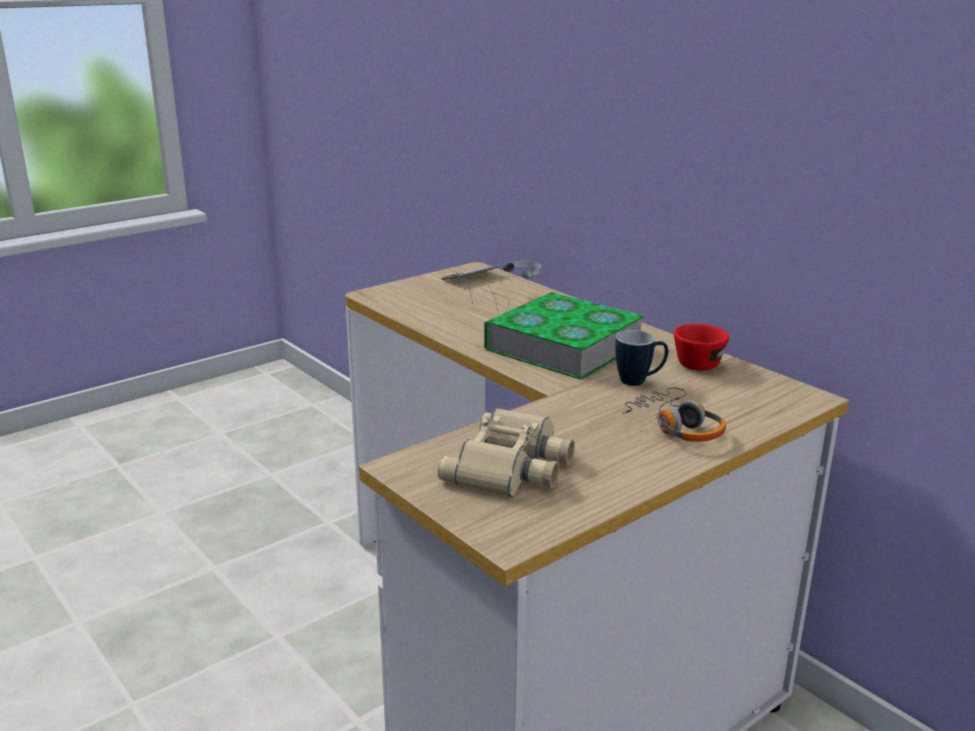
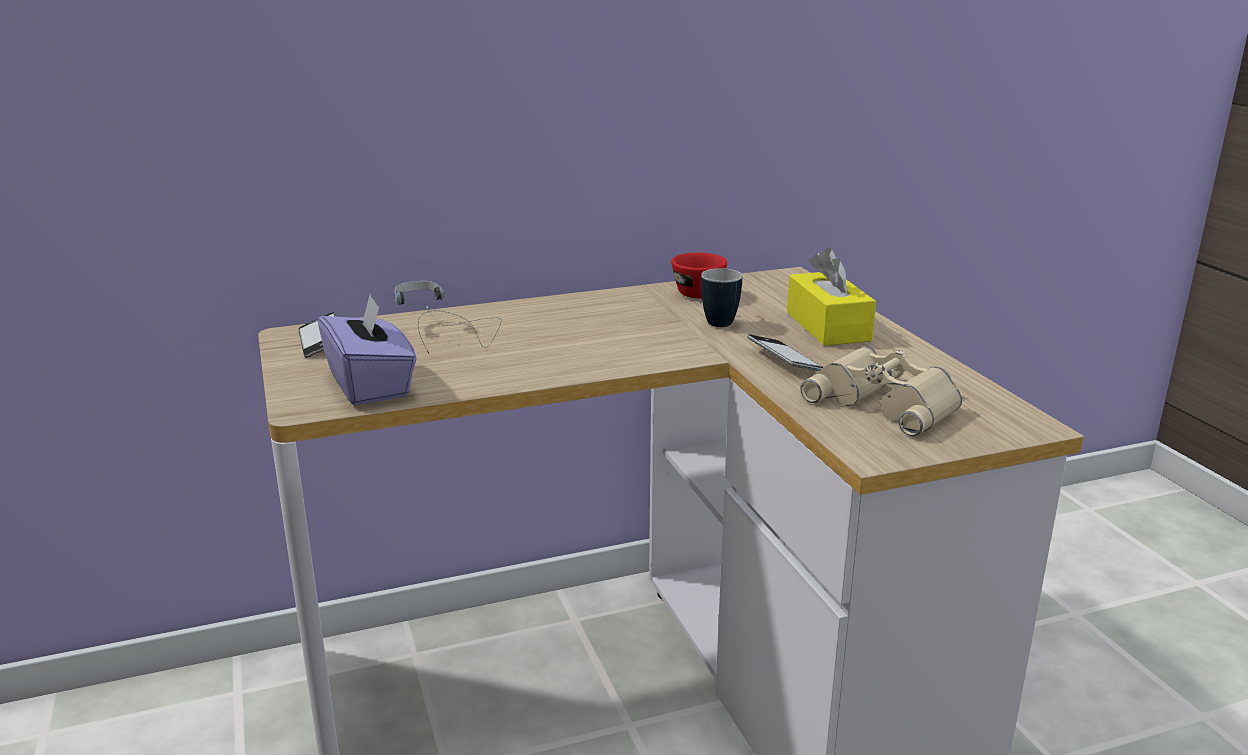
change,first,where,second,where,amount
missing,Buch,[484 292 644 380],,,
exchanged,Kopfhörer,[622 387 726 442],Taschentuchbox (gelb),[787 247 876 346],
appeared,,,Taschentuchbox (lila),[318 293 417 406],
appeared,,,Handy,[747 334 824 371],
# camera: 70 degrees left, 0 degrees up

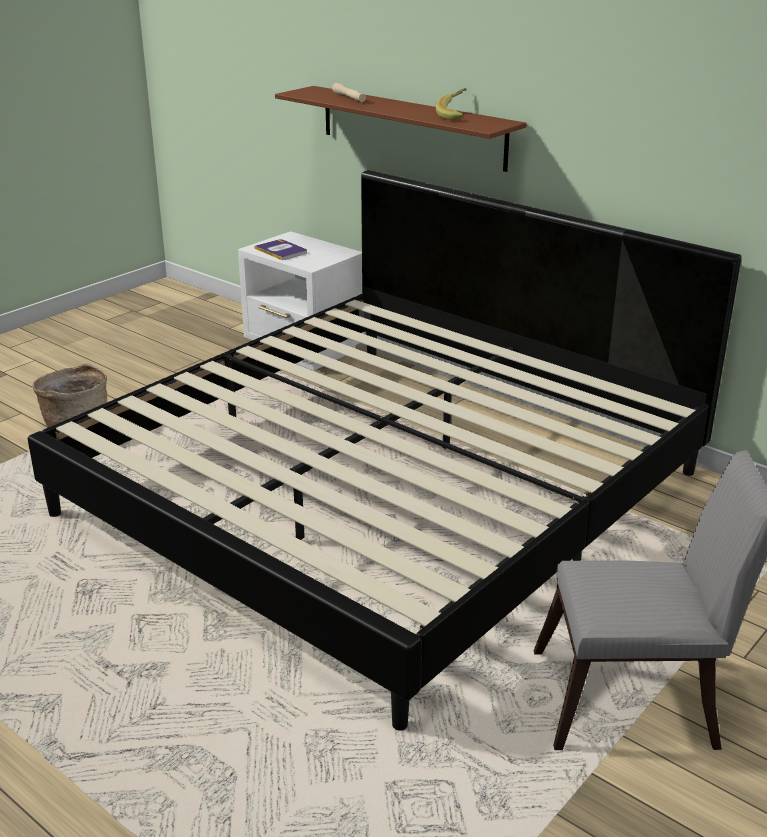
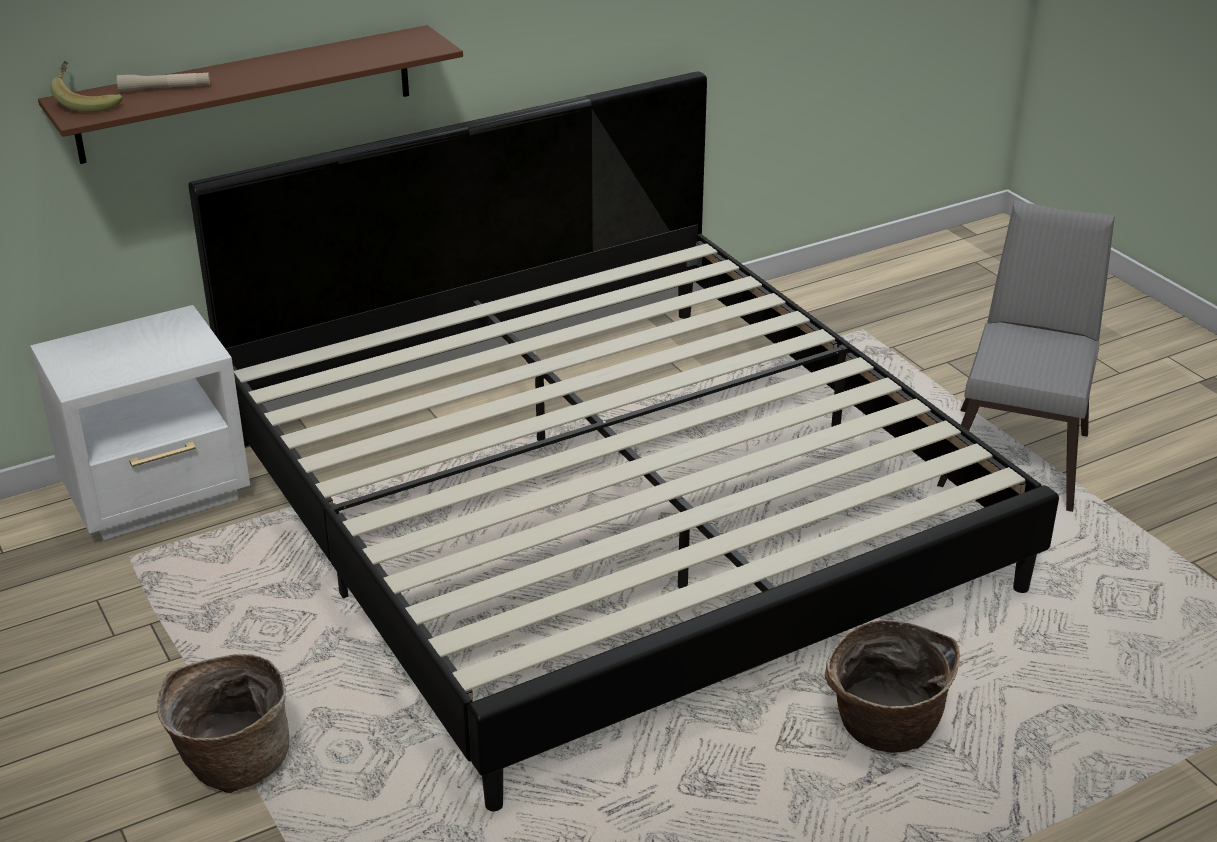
change,first,where,second,where,amount
missing,Buch,[254 239 307 260],,,
relocated,Banane,[436 88 467 120],,[50 61 123 112],
appeared,,,Korb,[825 620 960 753],
# camera: 70 degrees left, 5 degrees up

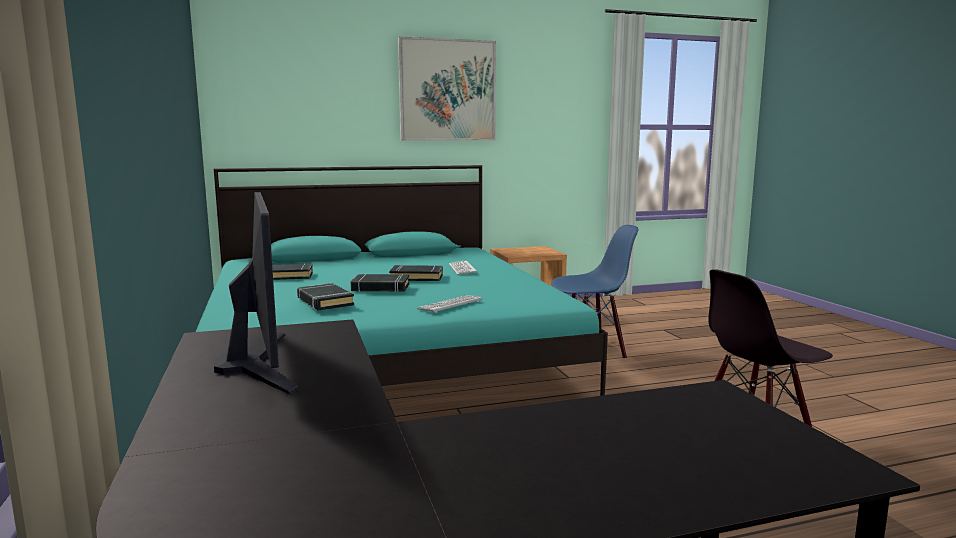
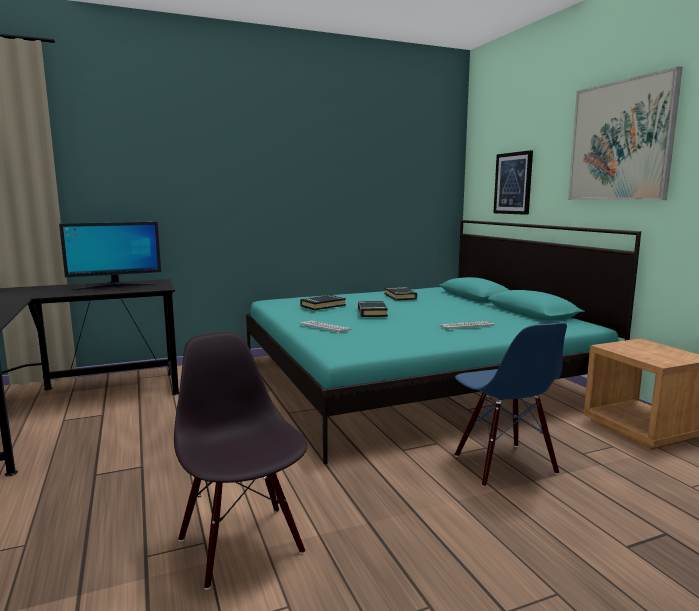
change,first,where,second,where,amount
missing,Buch (schwarz),[389 265 443 281],,,
appeared,,,Bild,[494 150 533 215],
# camera: 85 degrees right, 0 degrees up

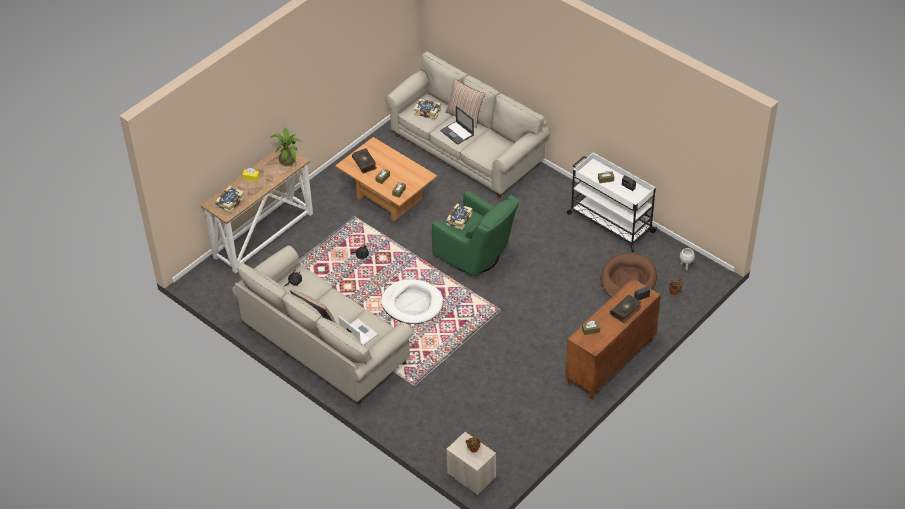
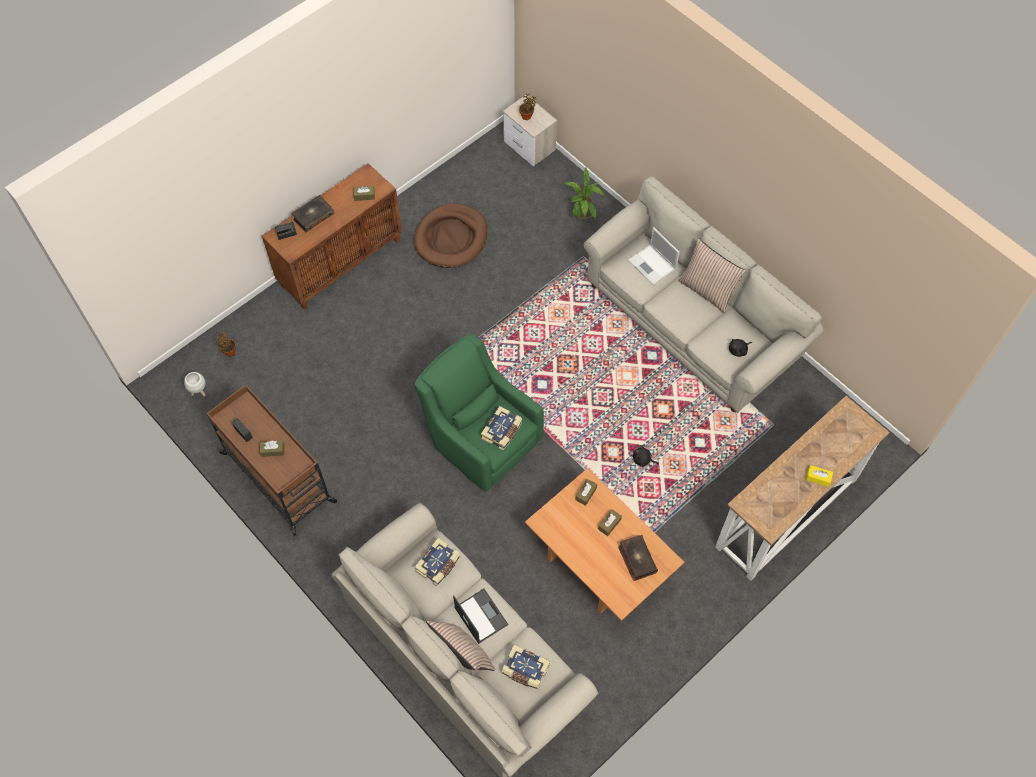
change,first,where,second,where,amount
relocated,Buch,[215 186 245 213],,[415 538 461 586],
relocated,Topfpflanze,[271 127 302 166],,[565 168 604 219],
missing,Hundebett (weiß),[381 279 443 324],,,
colour,Rollwagen (weiß),[567 152 657 252],Rollwagen (braun),[206 385 337 536],
relocated,Hundebett (braun),[601 253 657 297],,[414 203 487 268],
# camera: 175 degrees left, 15 degrees up

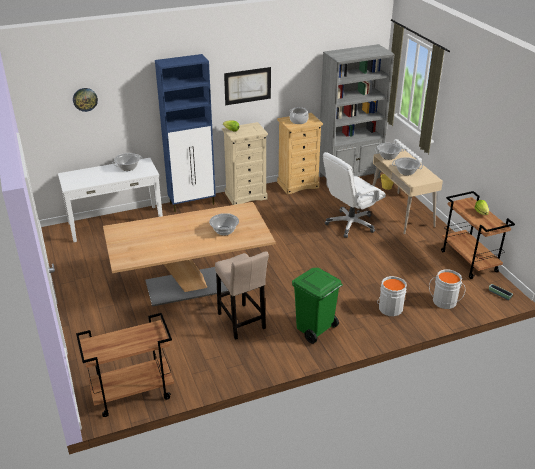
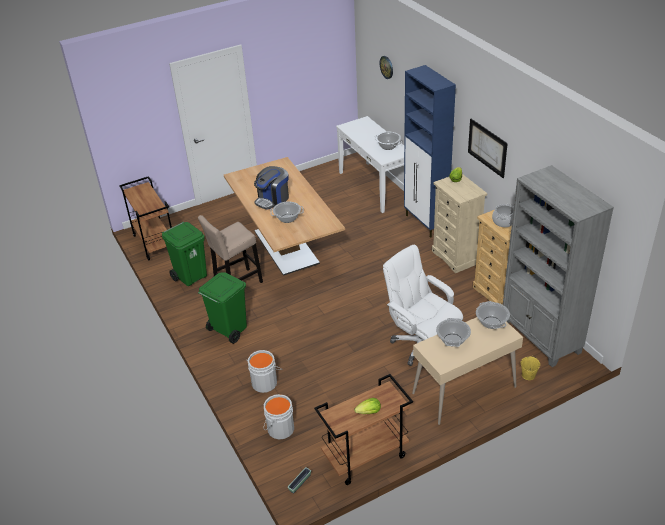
change,first,where,second,where,amount
appeared,,,Mülleimer (grün),[162 222 207 286],
appeared,,,Kaffeemaschine,[254 166 289 210],
# camera: 85 degrees right, 5 degrees up

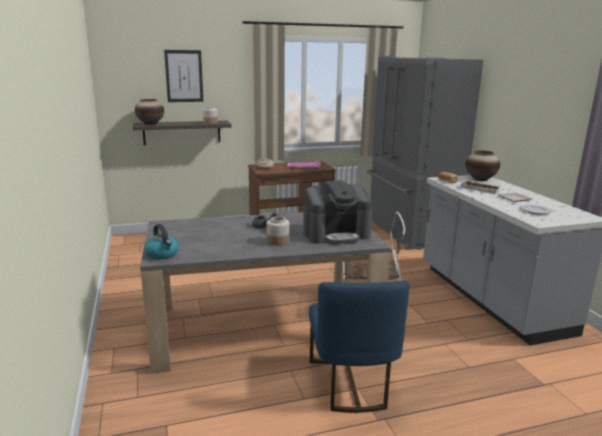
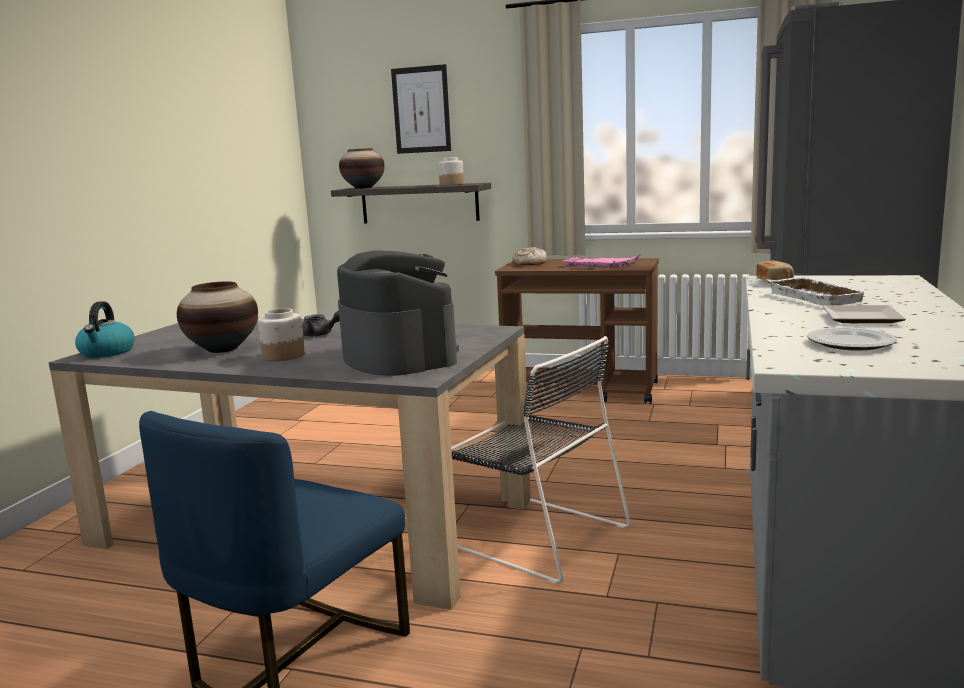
change,first,where,second,where,amount
spun,Kaffeemaschine,[303 180 372 244],,[337 250 459 376],135 degrees counterclockwise
relocated,Vase,[465 150 500 181],,[177 281 258 353],
# camera: 35 degrees right, 5 degrees down

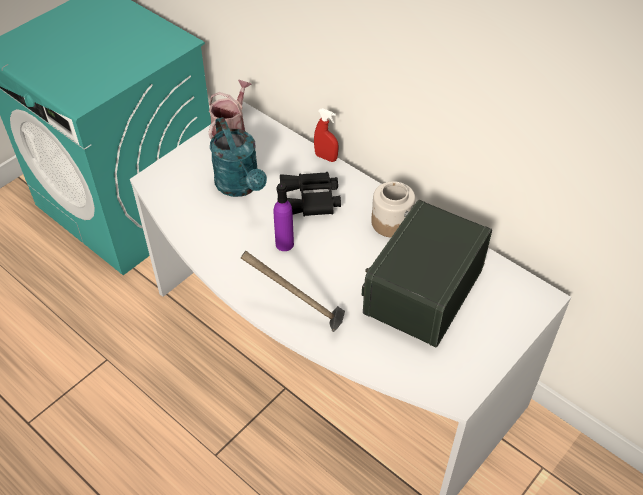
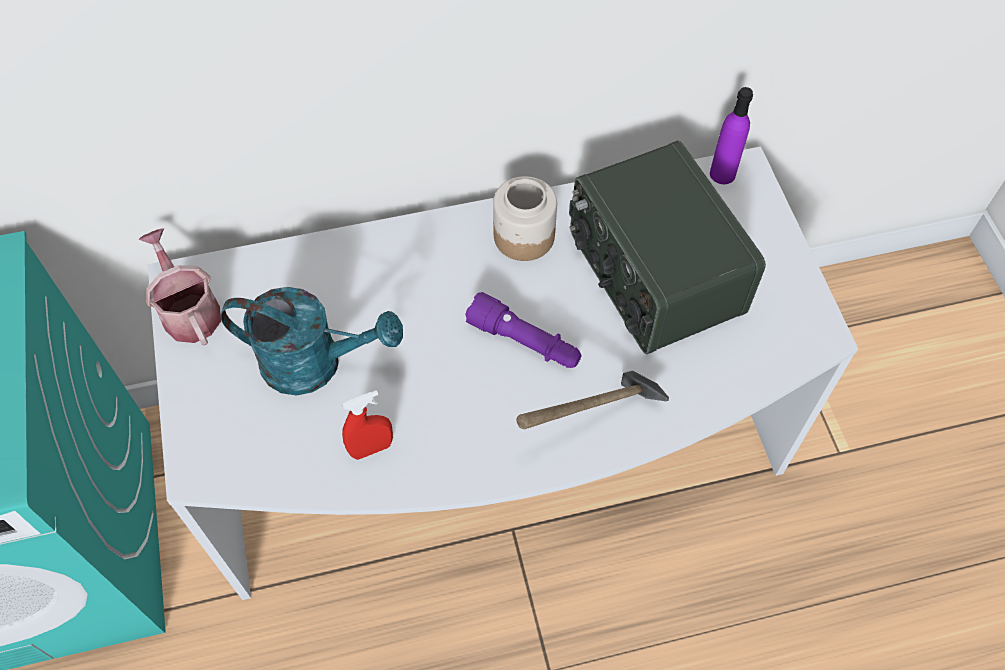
change,first,where,second,where,amount
relocated,Flasche (lila),[274 183 294 251],,[710 87 753 184],
missing,Fernglas (schwarz),[280 172 341 217],,,
relocated,Sprühflasche (rot),[314 108 338 162],,[342 390 393 460],
appeared,,,Taschenlampe (lila),[465 292 582 368],
# camera: 55 degrees left, 10 degrees up

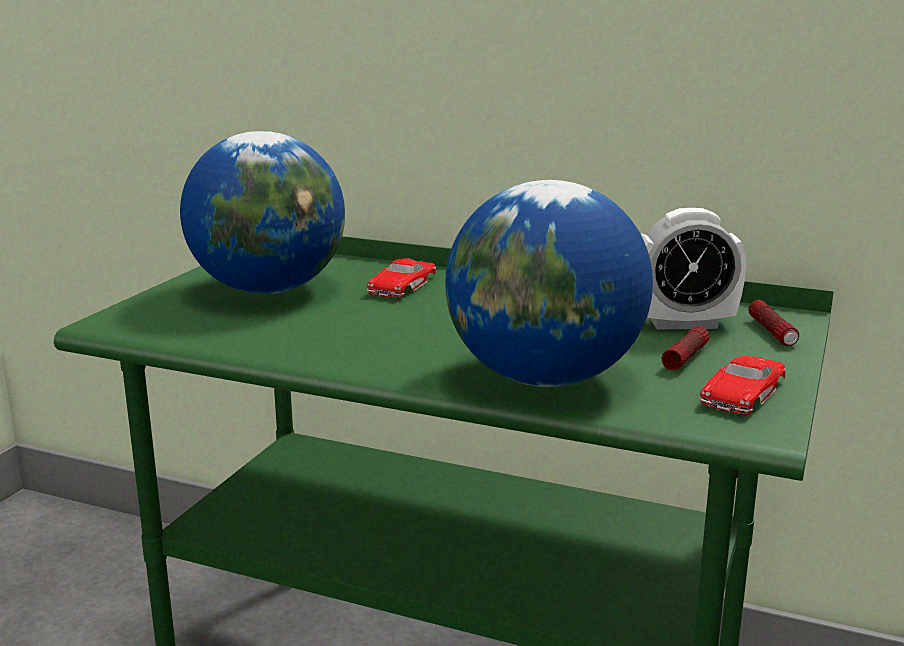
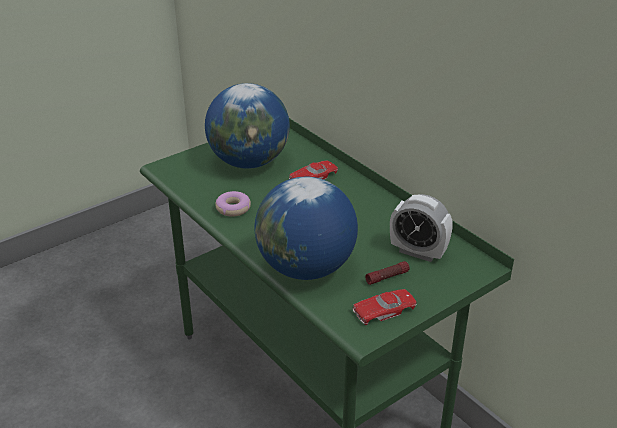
change,first,where,second,where,amount
missing,Taschenlampe,[748 300 799 346],,,
appeared,,,Donut,[215 191 251 217],
# camera: 30 degrees right, 15 degrees up

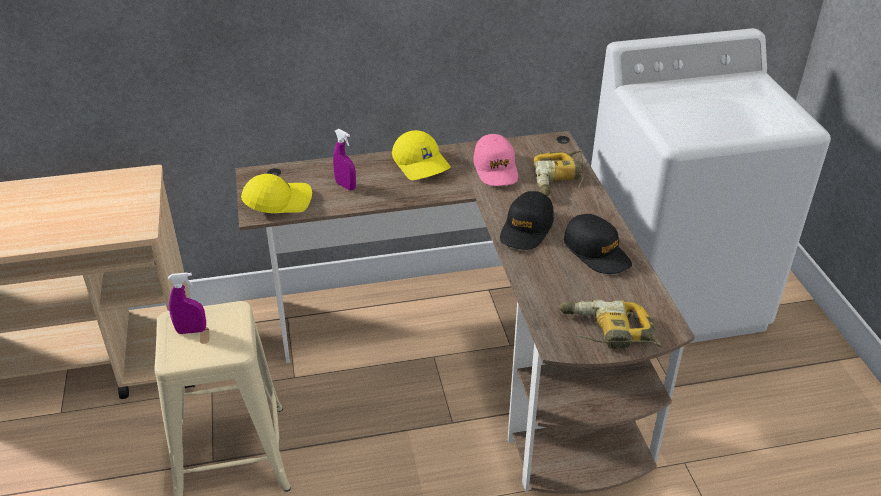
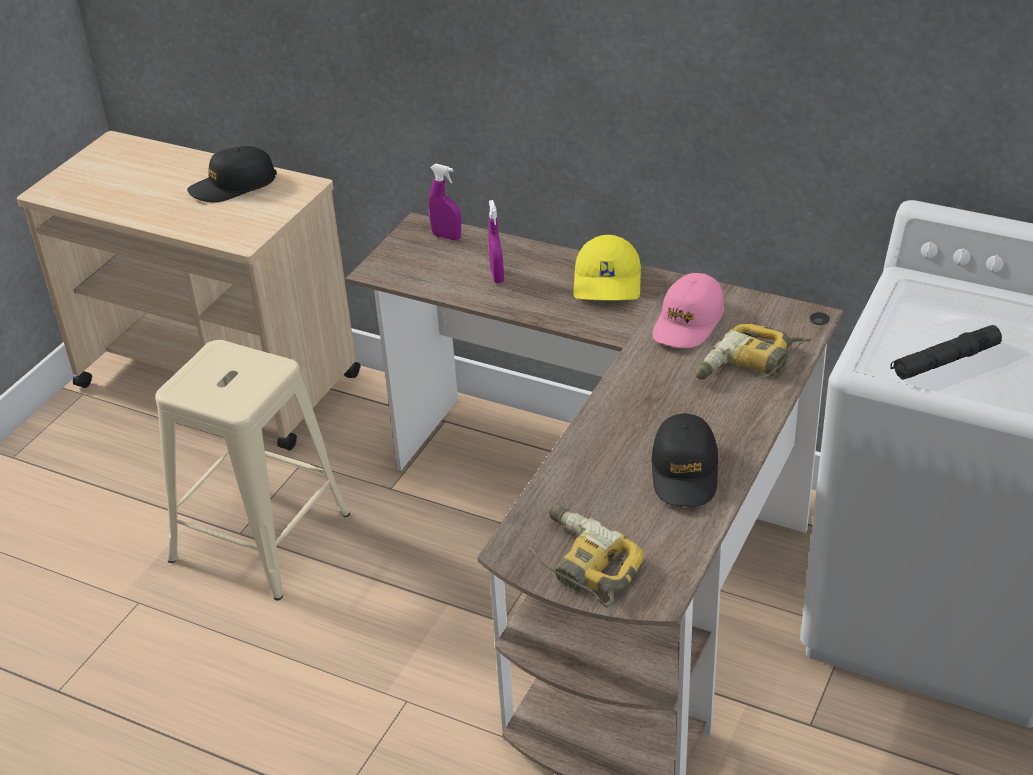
change,first,where,second,where,amount
relocated,Sprühflasche (lila),[168 272 206 334],,[429 164 461 240],
missing,Kappe (gelb),[241 174 312 213],,,
relocated,Kappe (schwarz),[500 191 554 250],,[187 146 277 202],
appeared,,,Taschenlampe (schwarz),[890 325 1002 380],
# camera: 40 degrees right, 0 degrees up

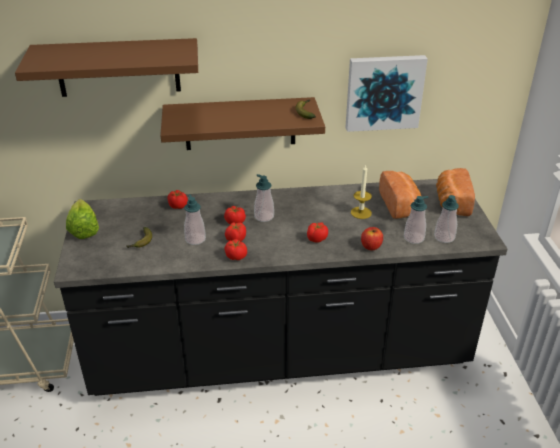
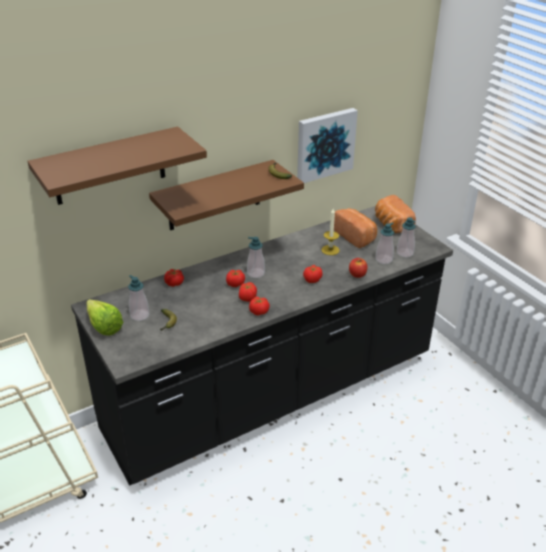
change,first,where,second,where,amount
relocated,Seifenspender,[184 194 206 245],,[128 275 150 321],
# camera: 25 degrees left, 0 degrees up

